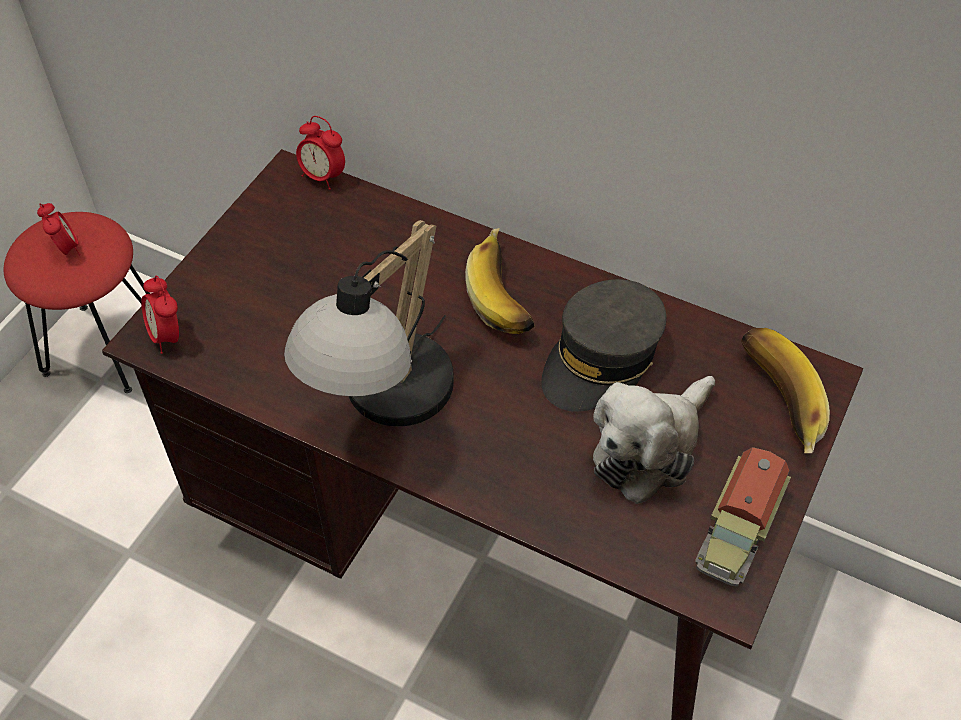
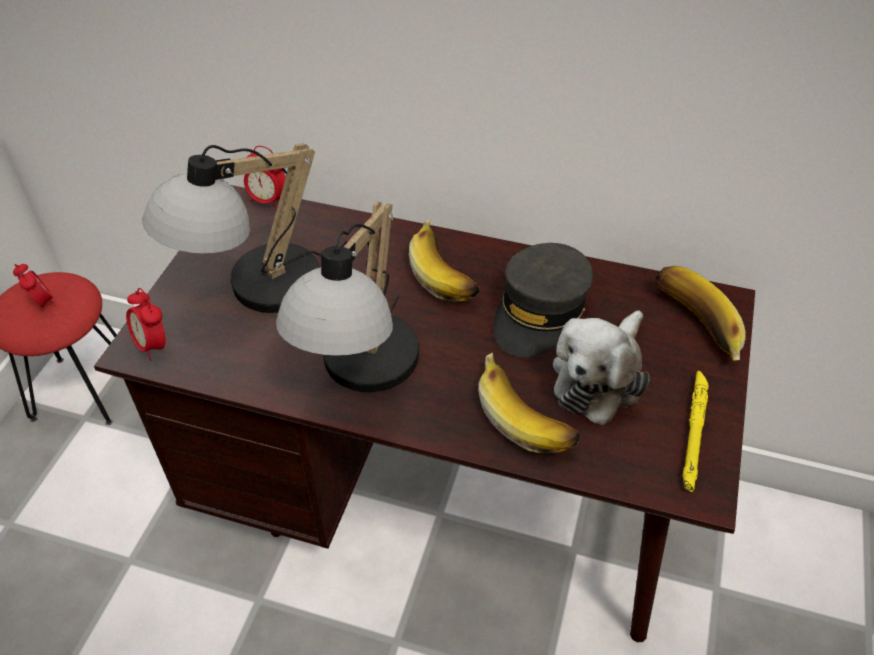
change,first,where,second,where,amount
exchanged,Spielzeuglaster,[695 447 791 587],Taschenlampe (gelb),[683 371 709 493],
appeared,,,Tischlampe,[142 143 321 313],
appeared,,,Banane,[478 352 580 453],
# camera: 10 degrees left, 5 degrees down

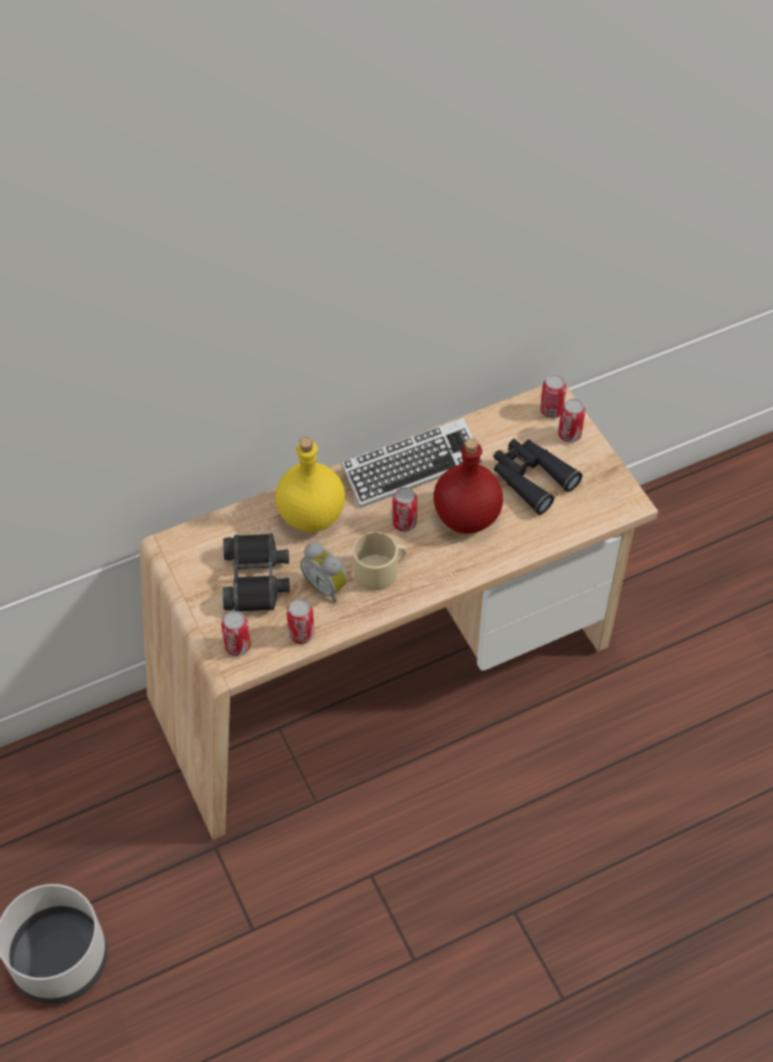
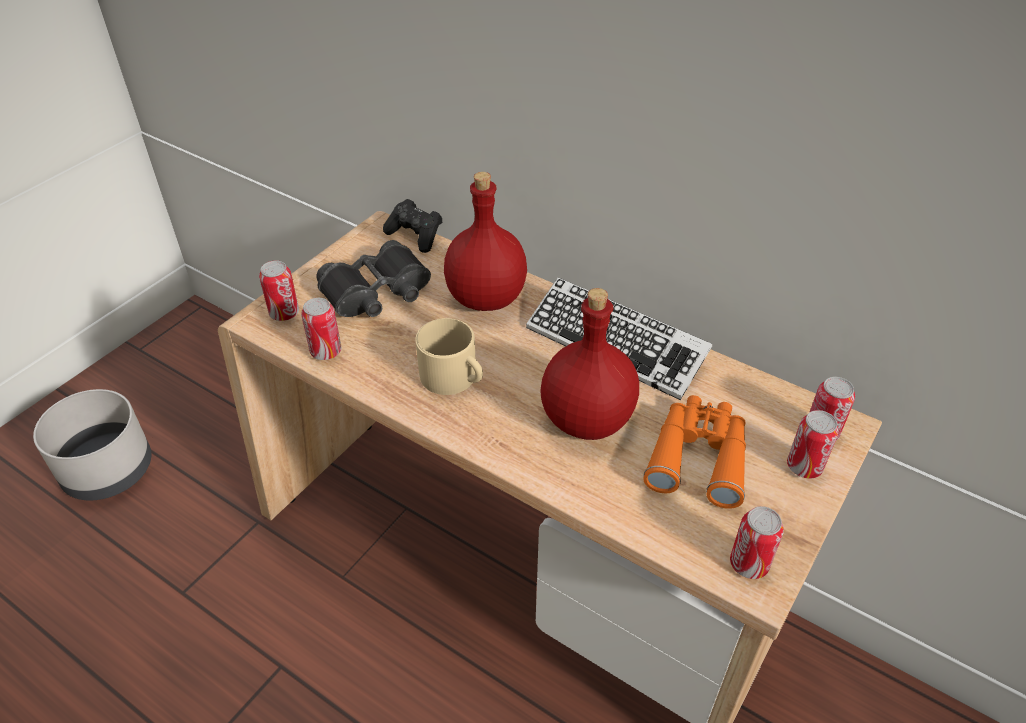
change,first,where,second,where,amount
colour,Flasche (gelb),[275 437 345 532],Flasche (rot),[444 172 527 311],
missing,Wecker,[300 542 347 602],,,
relocated,Dose,[392 487 417 532],,[730 506 784 579],
colour,Fernglas (schwarz),[493 439 583 515],Fernglas (orange),[643 395 746 509],
appeared,,,Gamepad (schwarz),[383 199 443 253],
# camera: 60 degrees right, 10 degrees down

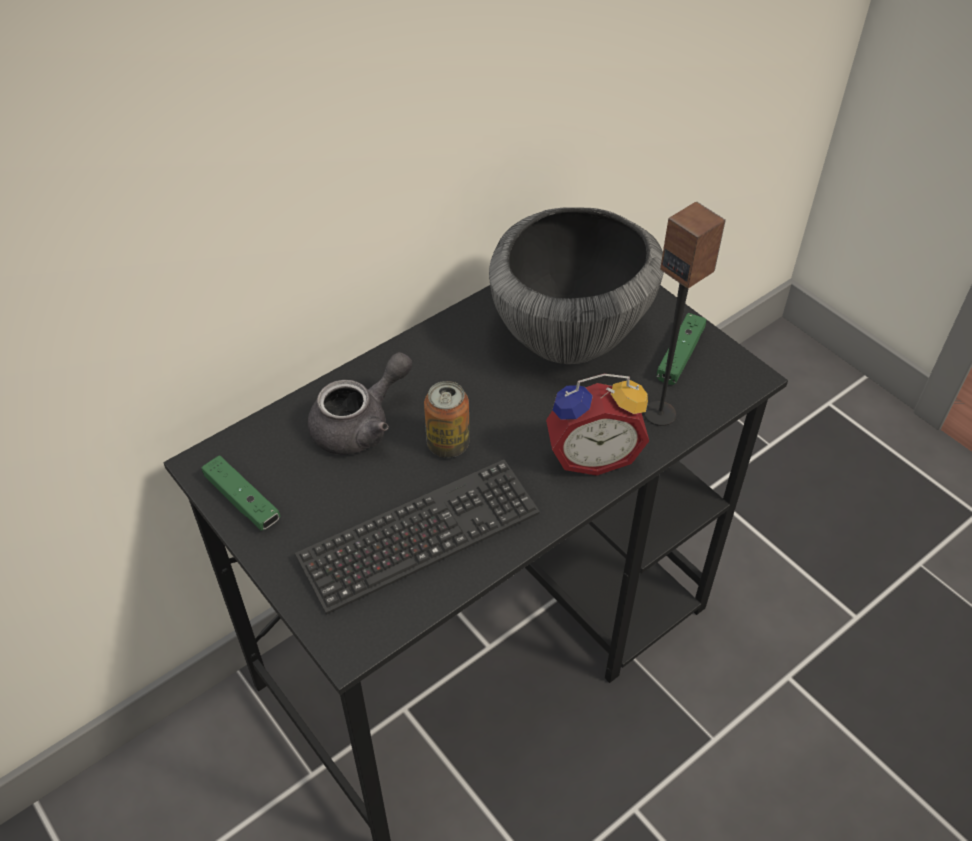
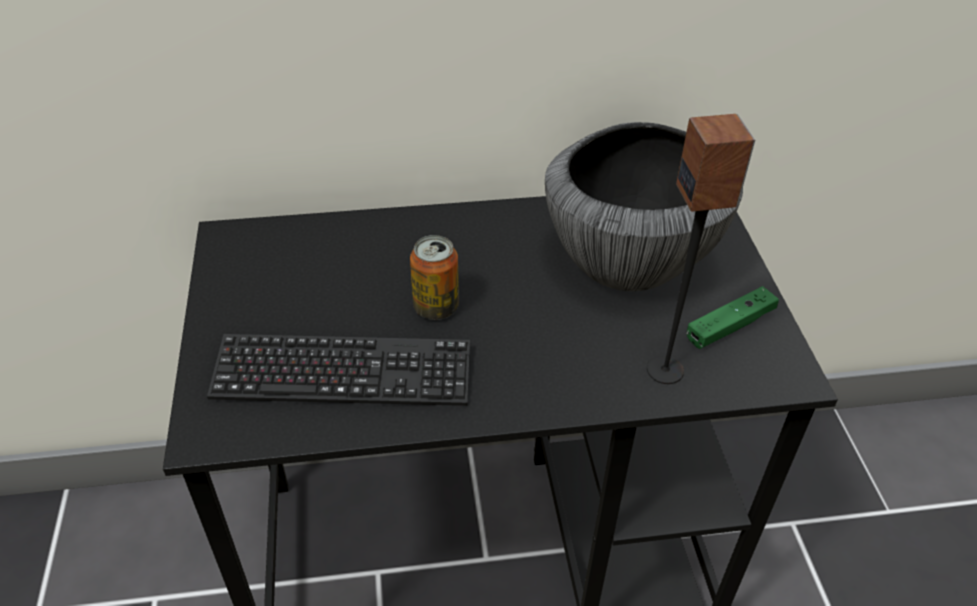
change,first,where,second,where,amount
missing,Gamepad (grün),[202 456 281 530],,,
missing,Teekanne (grau),[308 352 412 455],,,
missing,Wecker,[546 374 649 476],,,
# camera: 30 degrees right, 5 degrees down

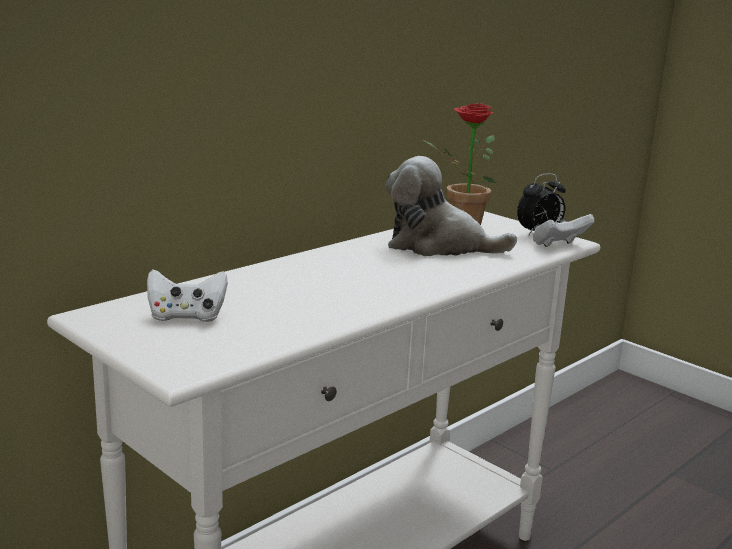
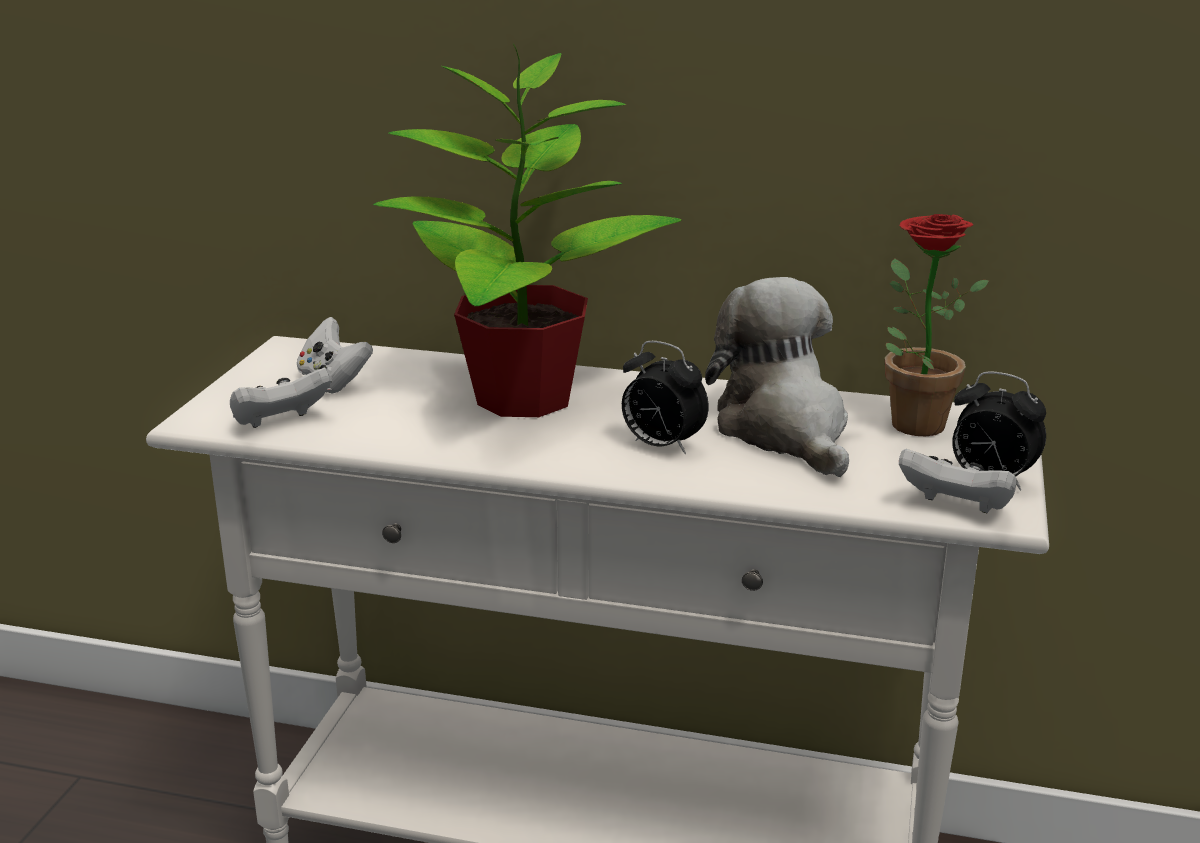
change,first,where,second,where,amount
appeared,,,Gamepad (weiß),[230 368 332 428],
appeared,,,Topfpflanze,[373 44 682 417],
appeared,,,Wecker,[622 341 709 454],
# camera: 60 degrees right, 5 degrees up

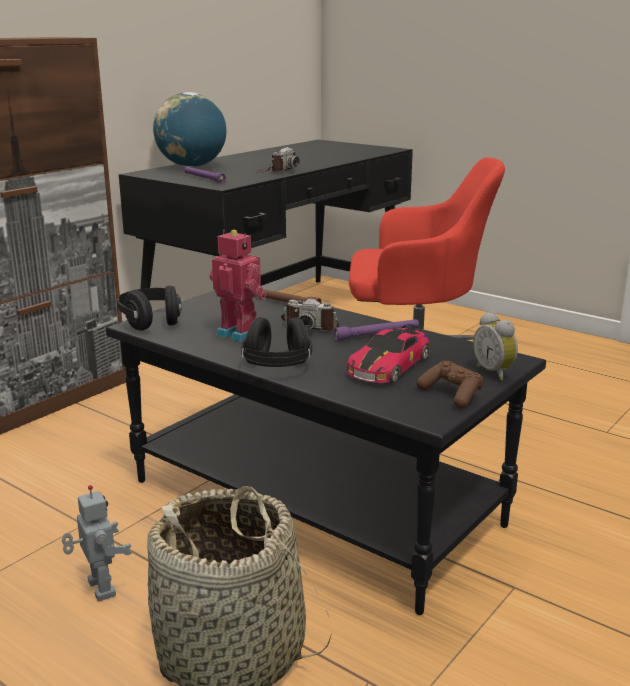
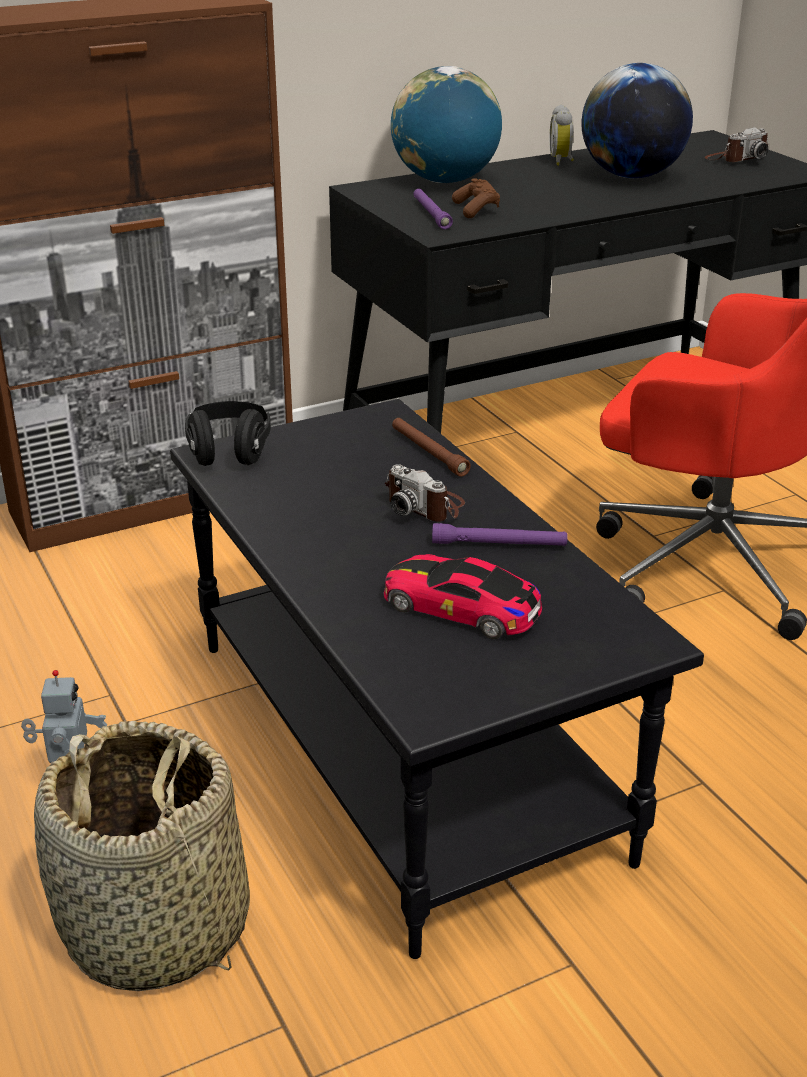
change,first,where,second,where,amount
missing,Spielzeugroboter,[209 230 266 342],,,
missing,Kopfhörer (schwarz),[241 317 312 367],,,
relocated,Kamera,[257 147 300 172],,[705 127 768 162],
spun,Spielzeugauto,[347 324 430 383],,[384 554 542 639],60 degrees clockwise
relocated,Gamepad (braun),[417 361 483 409],,[452 178 500 218],
relocated,Wecker,[473 312 518 381],,[549 105 574 166],
appeared,,,Globus,[582 63 693 178],
# camera: 25 degrees right, 10 degrees up

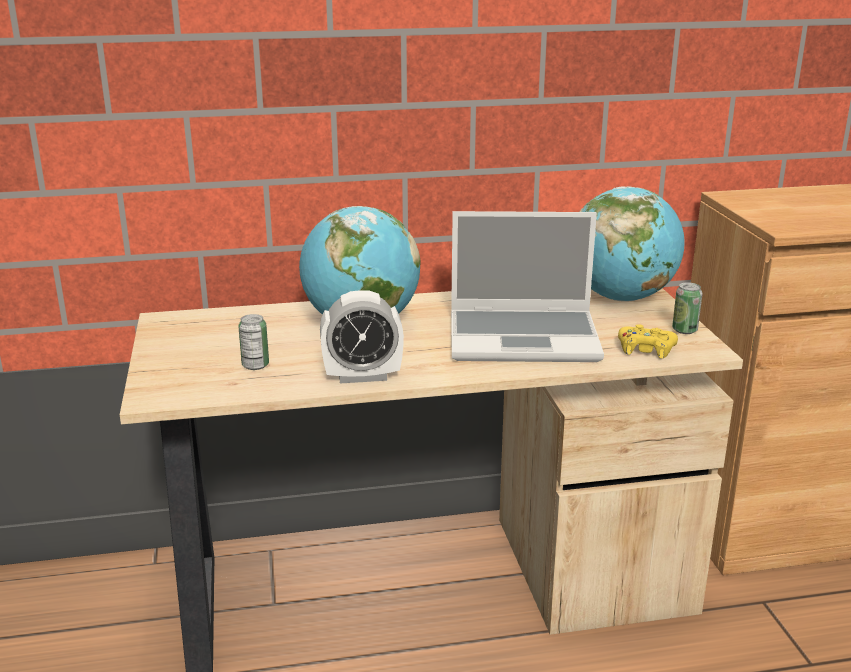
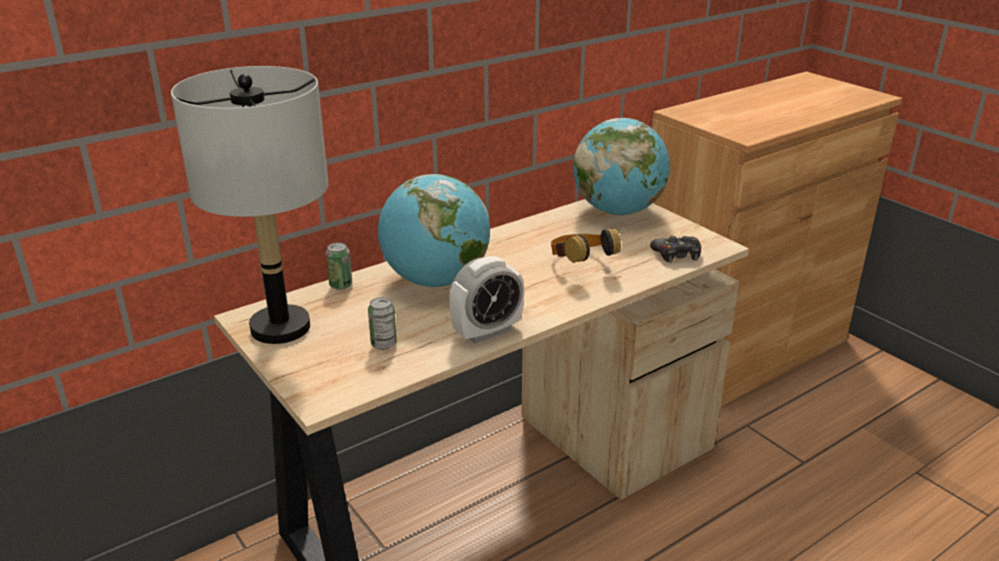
change,first,where,second,where,amount
exchanged,Laptop,[451 211 604 362],Kopfhörer,[551 228 621 263],
colour,Gamepad (gelb),[618 324 678 359],Gamepad (schwarz),[650 236 701 263],
relocated,Dose,[672 282 702 334],,[326 242 352 290],
appeared,,,Tischlampe (grau),[171 66 328 344],
# camera: 25 degrees left, 5 degrees up

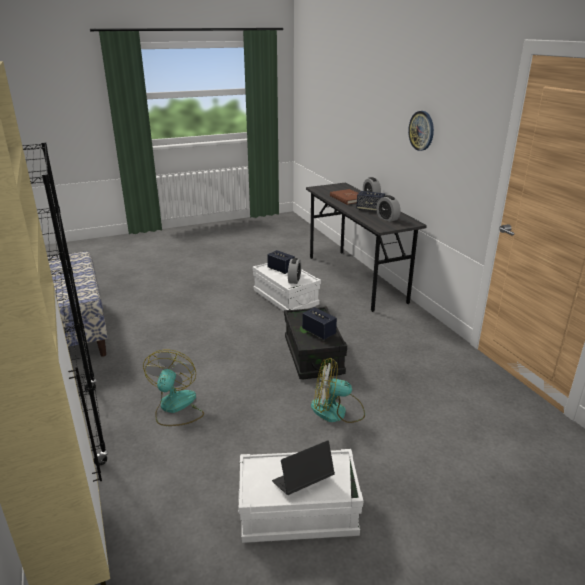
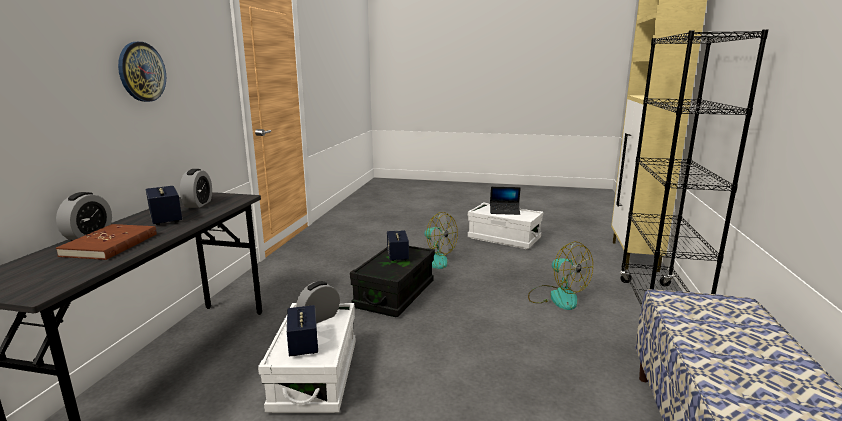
change,first,where,second,where,amount
spun,Ventilator,[143 350 204 426],,[528 241 593 310],75 degrees counterclockwise
# camera: 145 degrees left, 10 degrees down

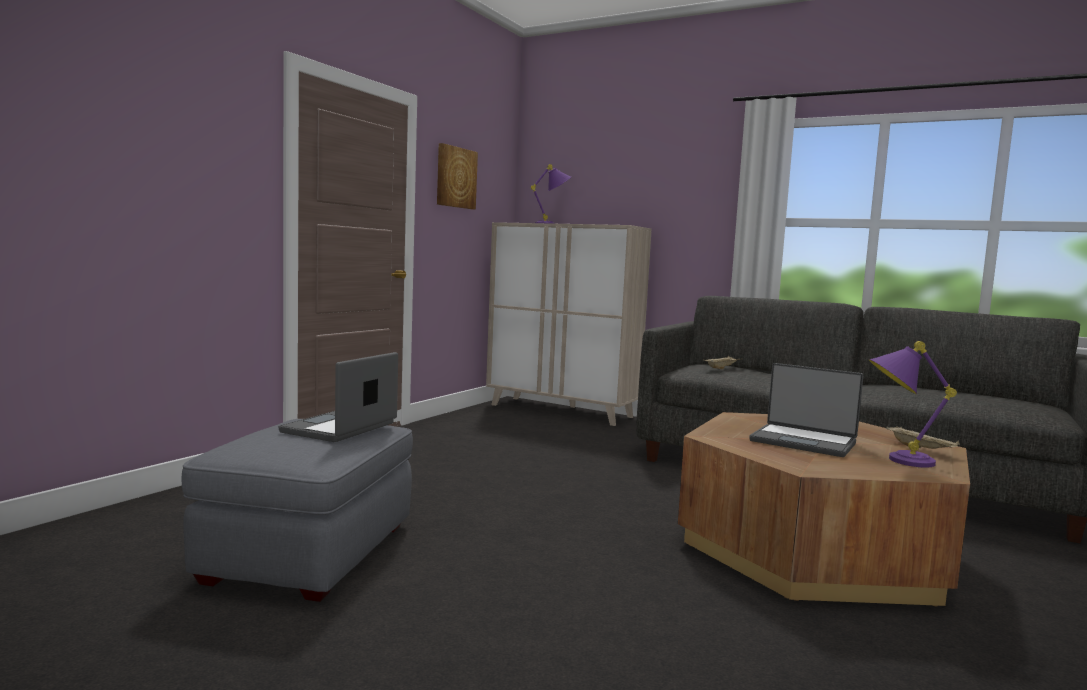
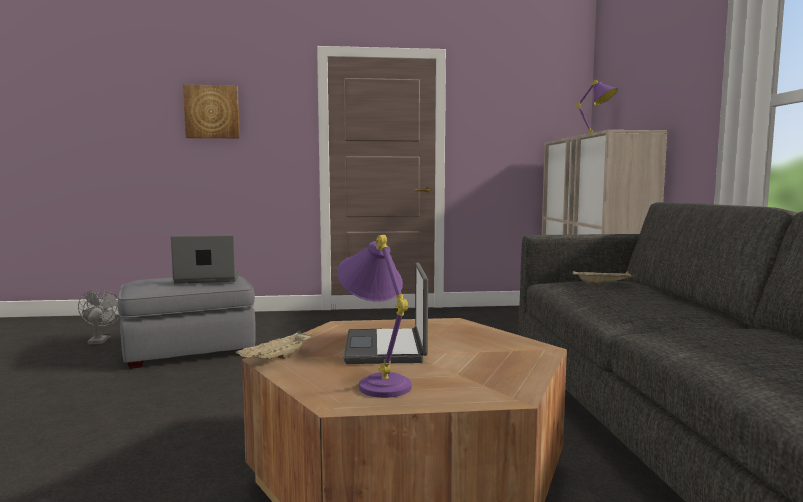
change,first,where,second,where,amount
relocated,Bild,[437 143 478 209],,[183 85 240 138],
relocated,Tablett (beige),[886 427 960 449],,[236 331 312 359],
appeared,,,Ventilator (grau),[78 289 120 344],
# camera: 55 degrees right, 0 degrees up

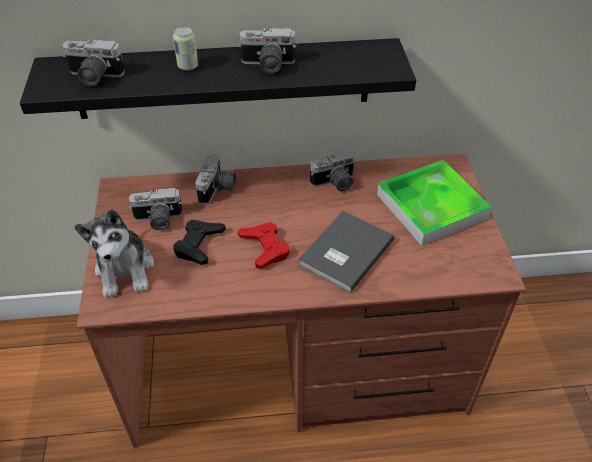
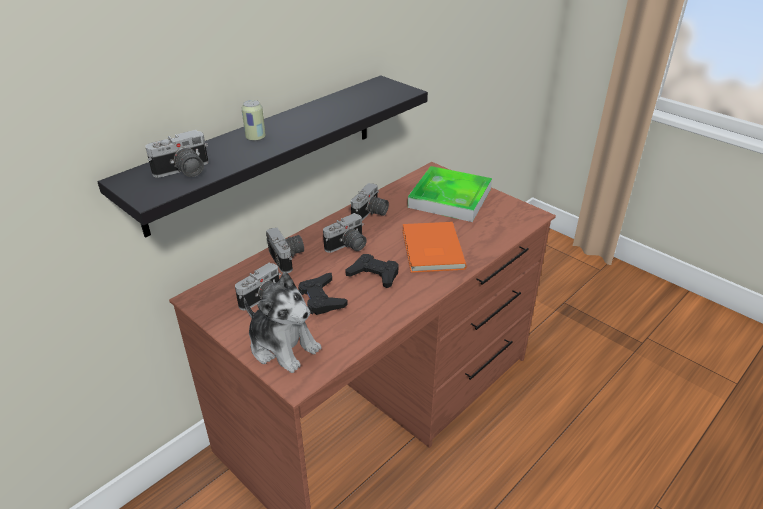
change,first,where,second,where,amount
colour,Gamepad (rot),[237 222 289 269],Gamepad (schwarz),[345 254 398 288],
relocated,Kamera,[238 28 296 74],,[323 213 367 253],
colour,Buch (grau),[298 211 394 293],Buch (orange),[402 222 467 273],
# camera: 40 degrees left, 10 degrees down

